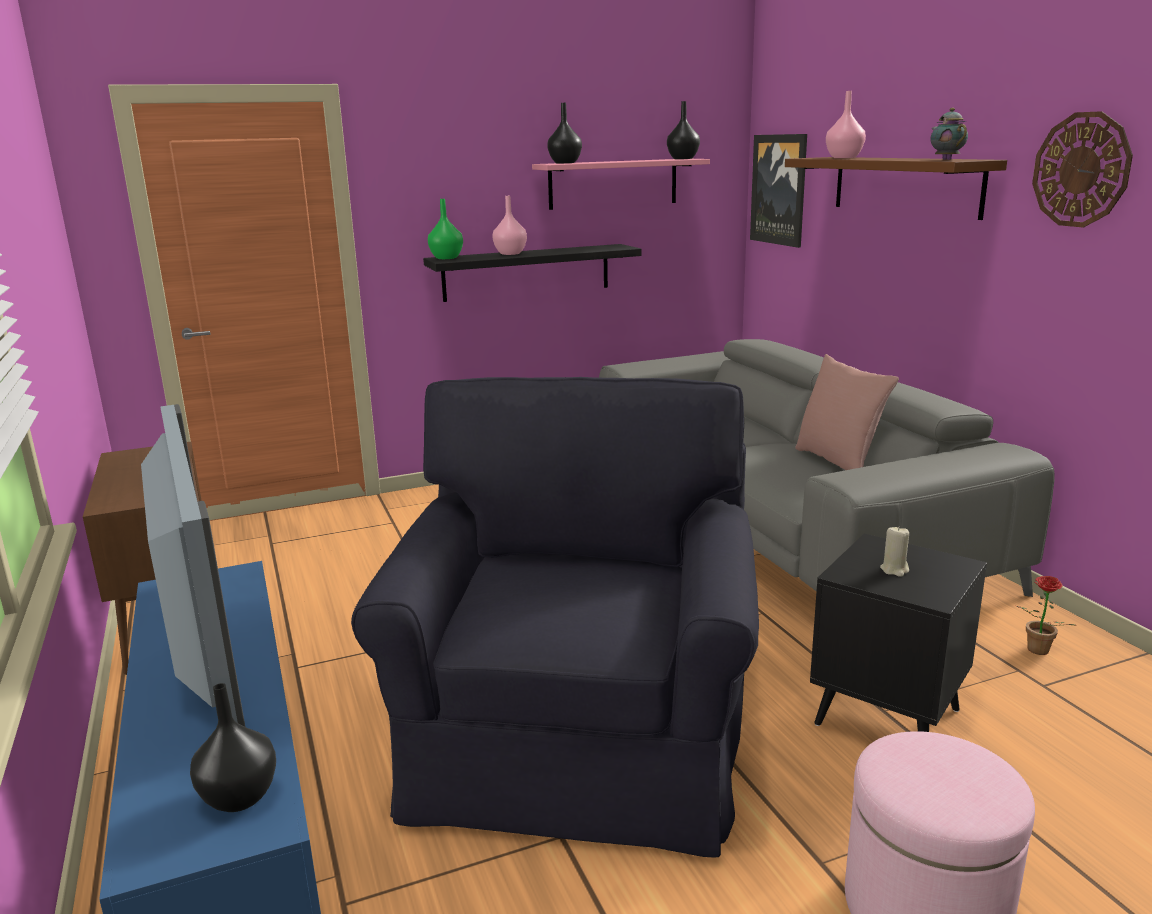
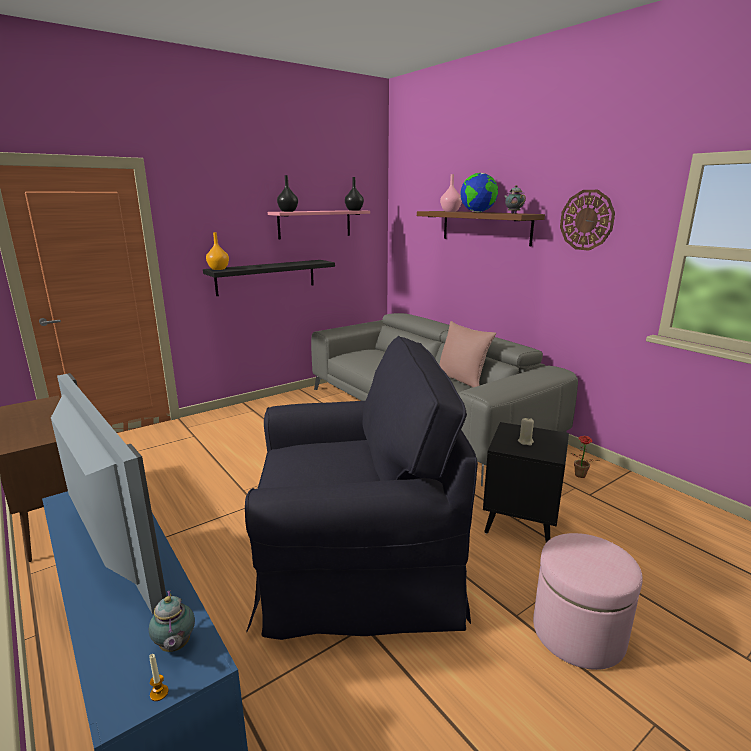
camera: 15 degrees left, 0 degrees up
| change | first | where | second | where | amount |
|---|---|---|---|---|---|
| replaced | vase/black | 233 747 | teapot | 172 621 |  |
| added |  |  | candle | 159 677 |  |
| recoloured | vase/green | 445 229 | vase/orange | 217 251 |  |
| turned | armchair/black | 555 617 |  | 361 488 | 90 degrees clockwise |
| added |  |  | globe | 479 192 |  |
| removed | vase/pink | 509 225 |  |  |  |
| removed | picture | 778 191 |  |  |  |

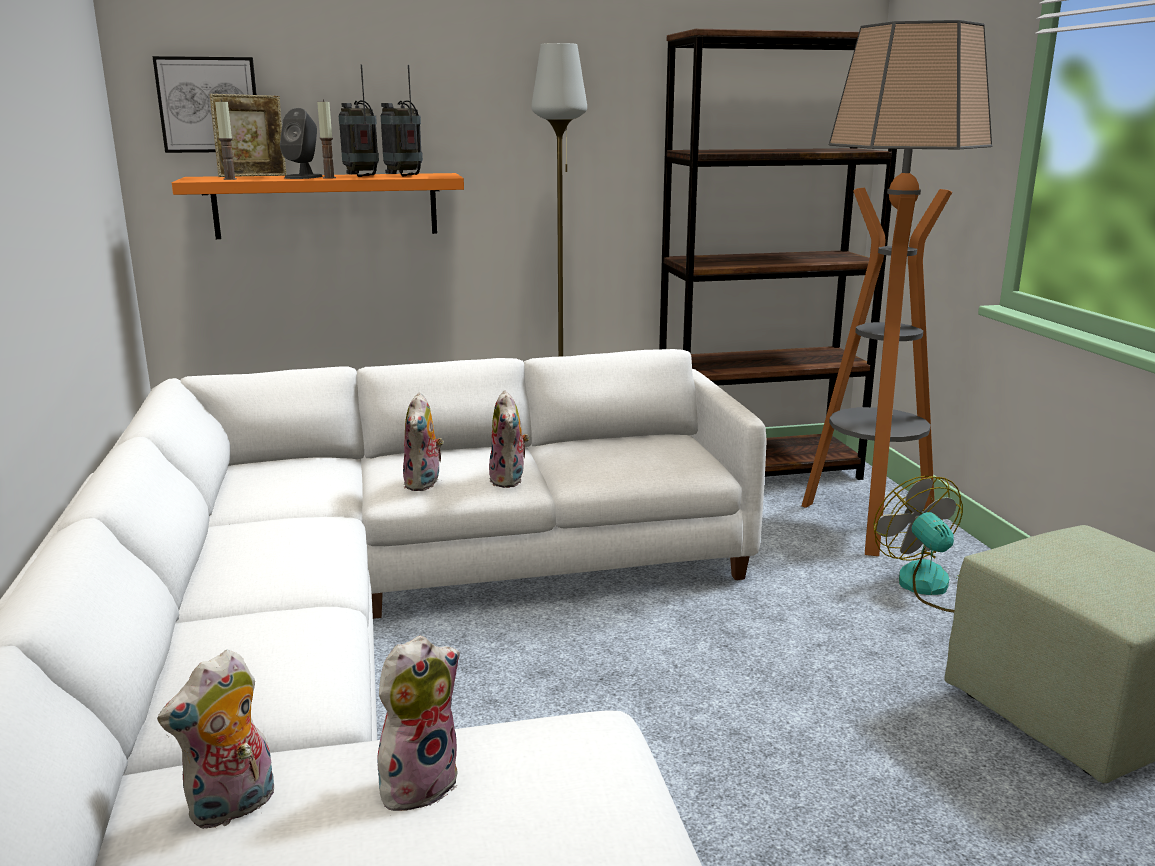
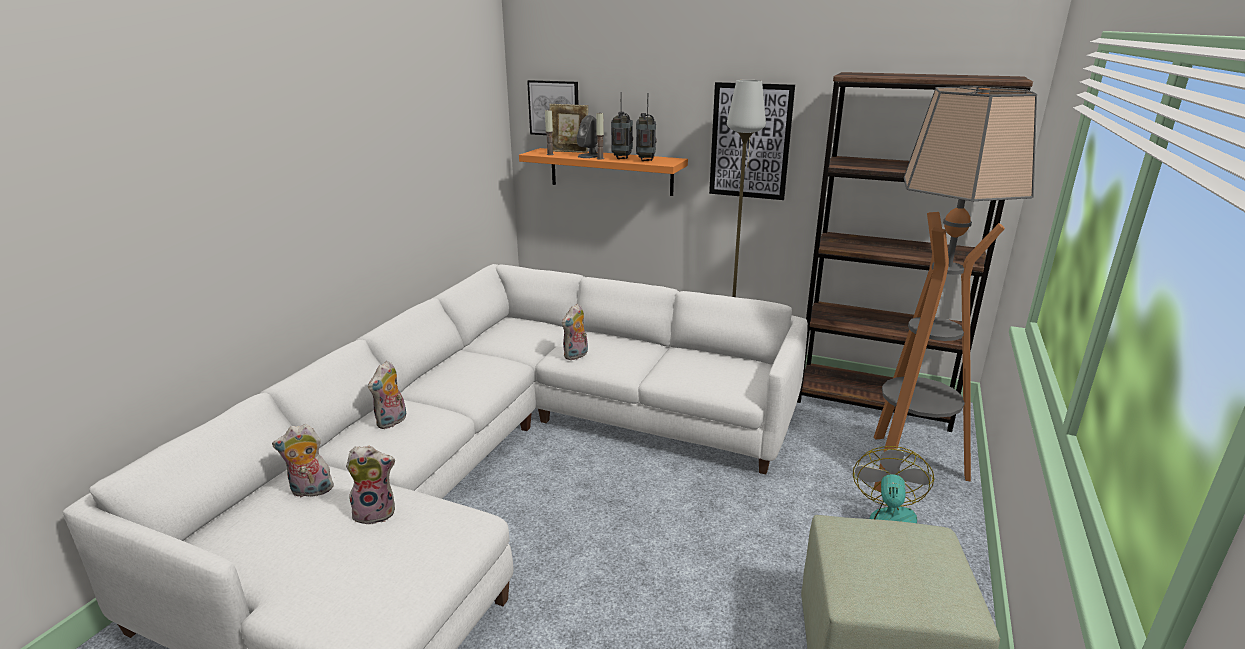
camera: 35 degrees right, 5 degrees up
| change | first | where | second | where | amount |
|---|---|---|---|---|---|
| moved | plush toy | 509 439 |  | 387 395 |  |
| added |  |  | picture | 752 141 |  |

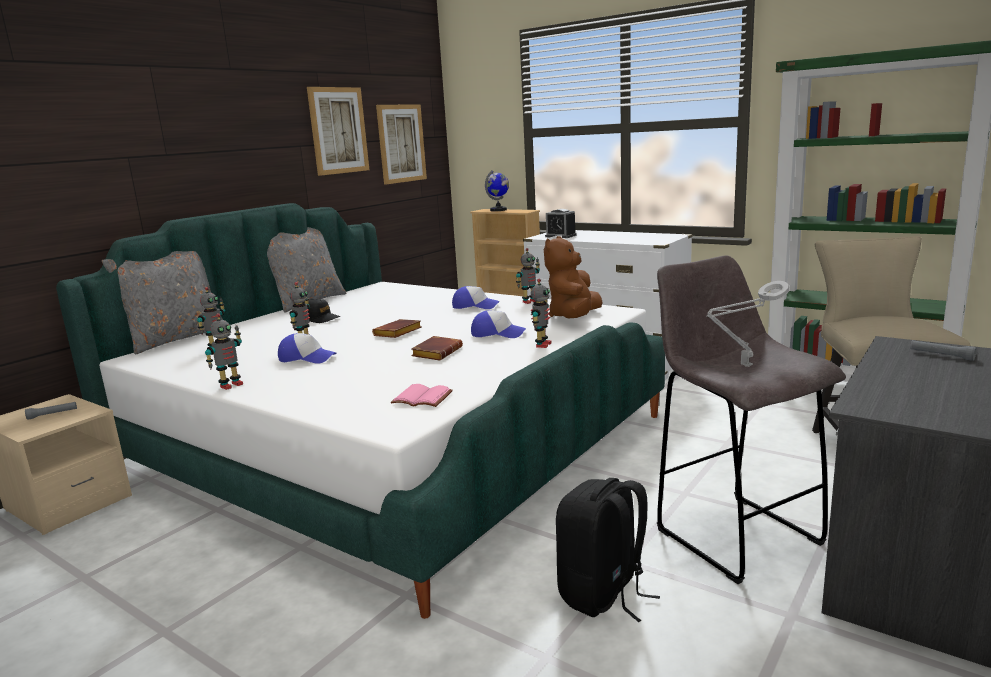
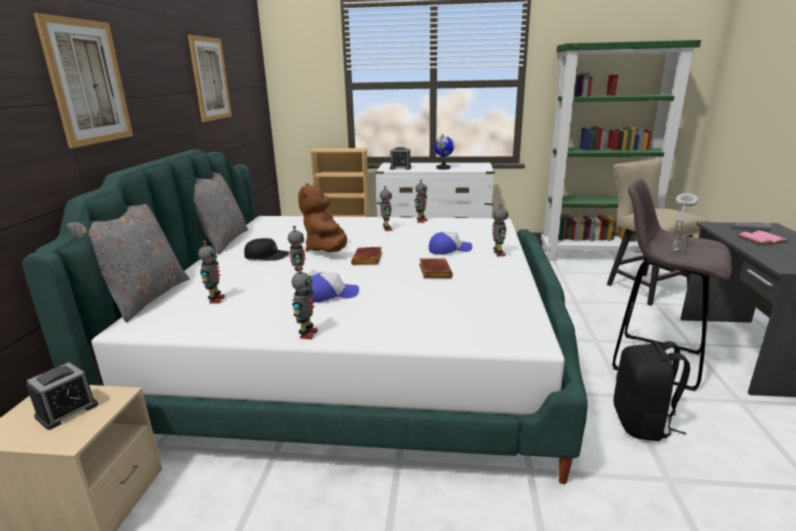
camera: 30 degrees left, 5 degrees up
| change | first | where | second | where | amount |
|---|---|---|---|---|---|
| replaced | flashlight/grey | 51 411 | alarm clock | 62 396 |  |
| moved | picture | 401 144 |  | 83 80 |  |
| moved | plush toy/brown | 573 277 |  | 322 217 |  |
| replaced | cap | 475 297 | toy robot | 386 208 |  |
| moved | globe | 497 190 |  | 444 152 |  |
| moved | book/pink | 421 395 |  | 763 238 |  |

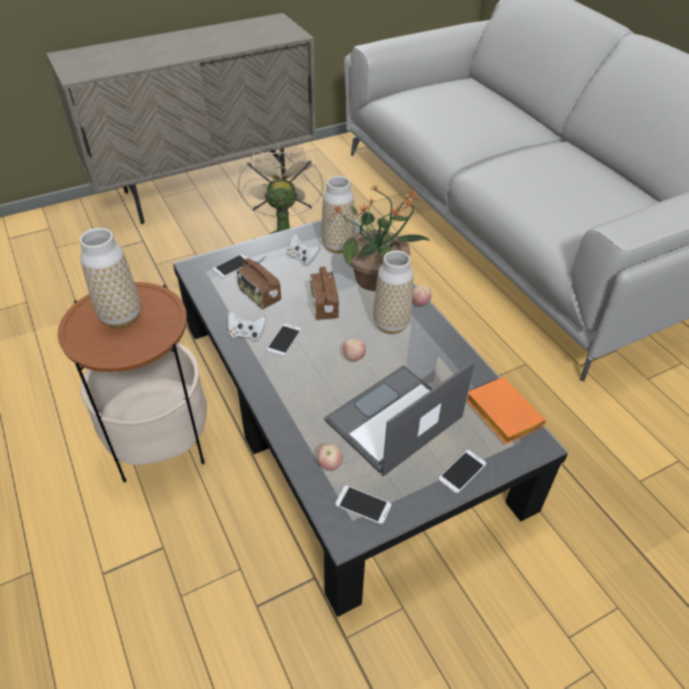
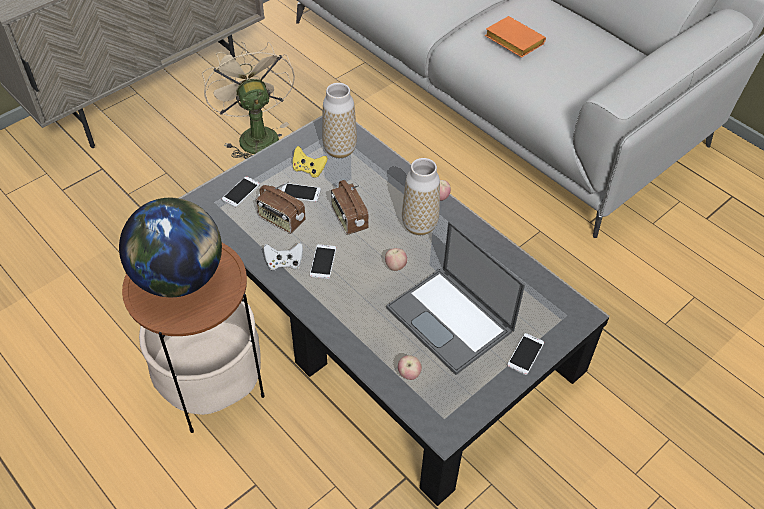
camera: 15 degrees left, 5 degrees up
| change | first | where | second | where | amount |
|---|---|---|---|---|---|
| replaced | vase | 110 278 | globe | 170 247 |  |
| moved | phone | 363 504 |  | 301 192 |  |
| recoloured | game controller/white | 304 250 | game controller/yellow | 310 161 |  |
| turned | laptop | 400 418 |  | 455 298 | 75 degrees counterclockwise |
| moved | book/orange | 506 410 |  | 515 37 |  |
| removed | potted plant | 380 238 |  |  |  |

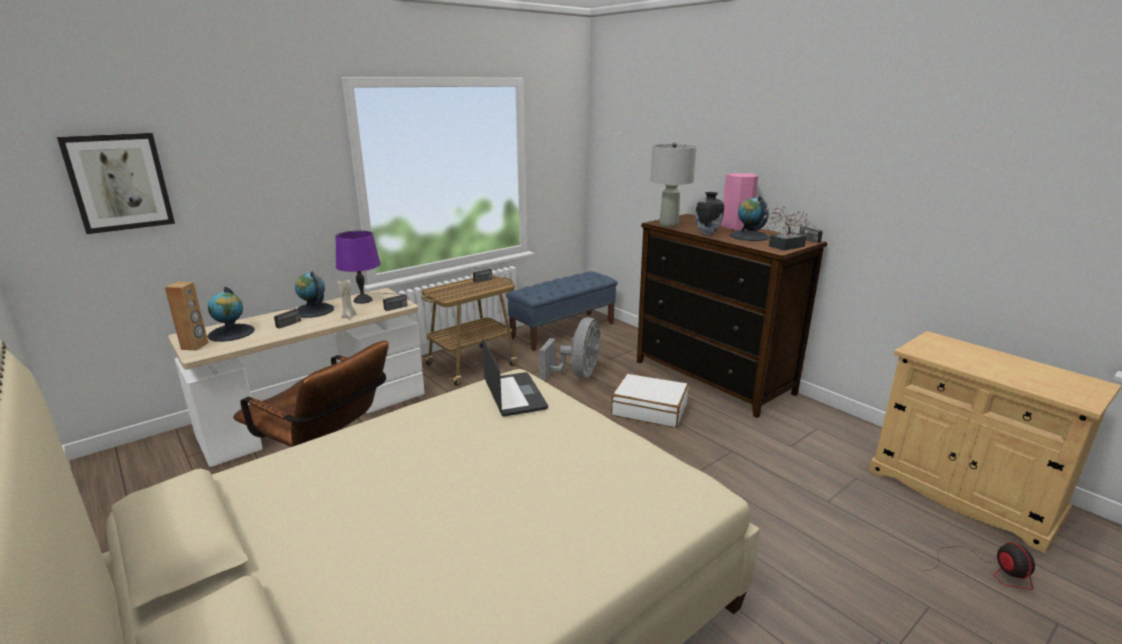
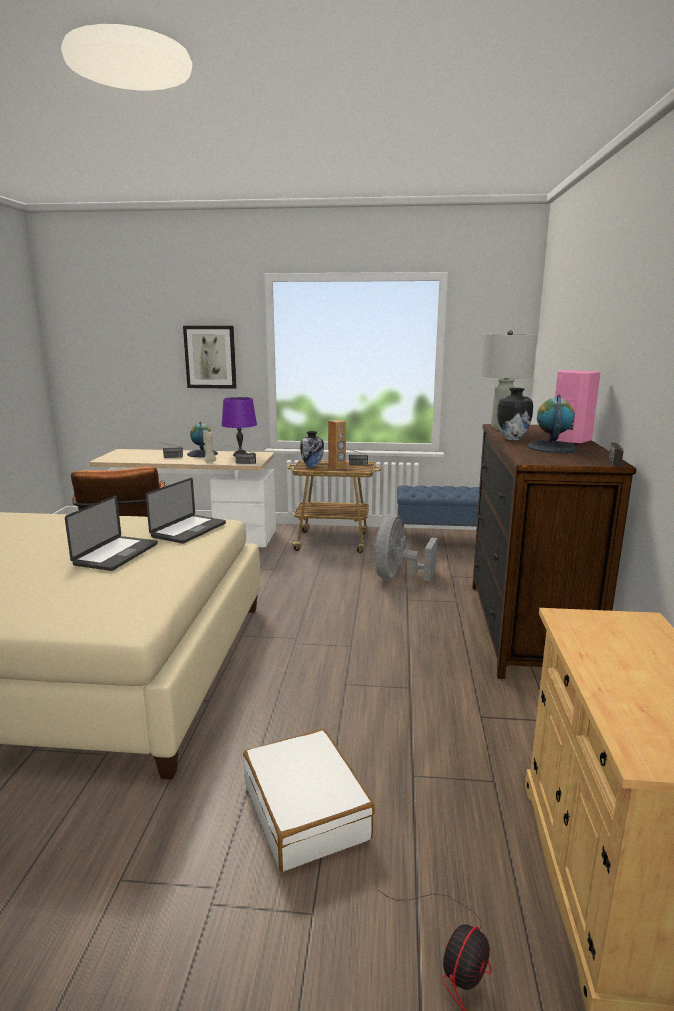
camera: 45 degrees right, 5 degrees down
| change | first | where | second | where | amount |
|---|---|---|---|---|---|
| added |  |  | laptop | 111 533 |  |
| moved | picture | 116 183 |  | 210 357 |  |
| moved | suitcase/white | 650 400 |  | 309 800 |  |
| added |  |  | vase | 312 449 |  |
| moved | speaker/brown | 186 316 |  | 337 444 |  |
| turned | fan/grey | 570 348 |  | 405 547 | 135 degrees clockwise |
| removed | globe | 231 314 |  |  |  |
| removed | potted plant | 786 228 |  |  |  |

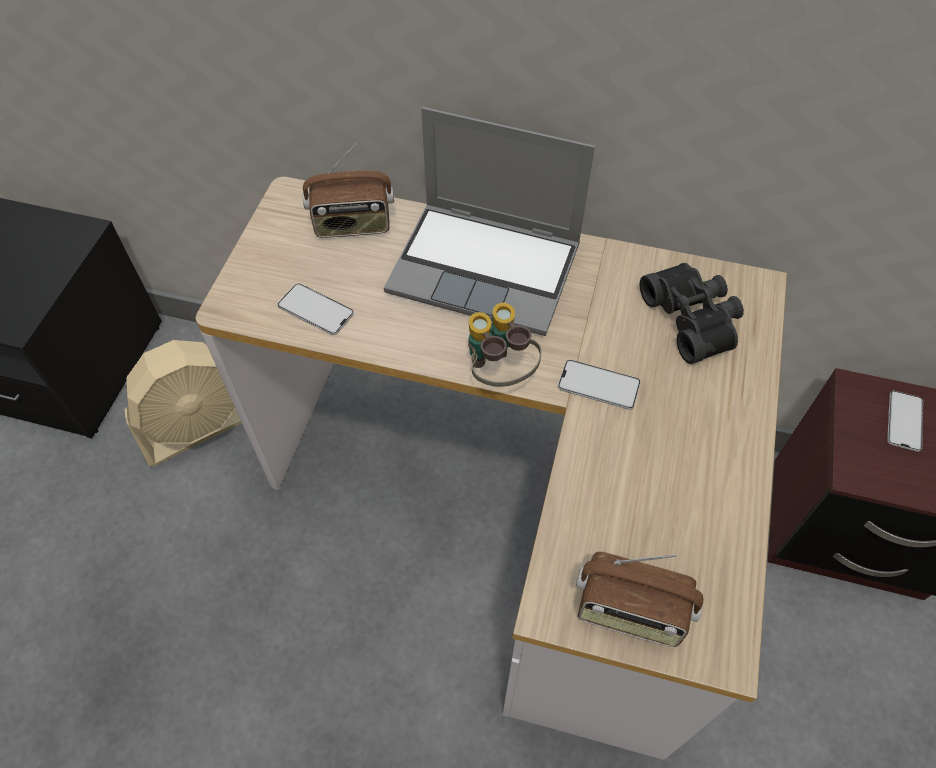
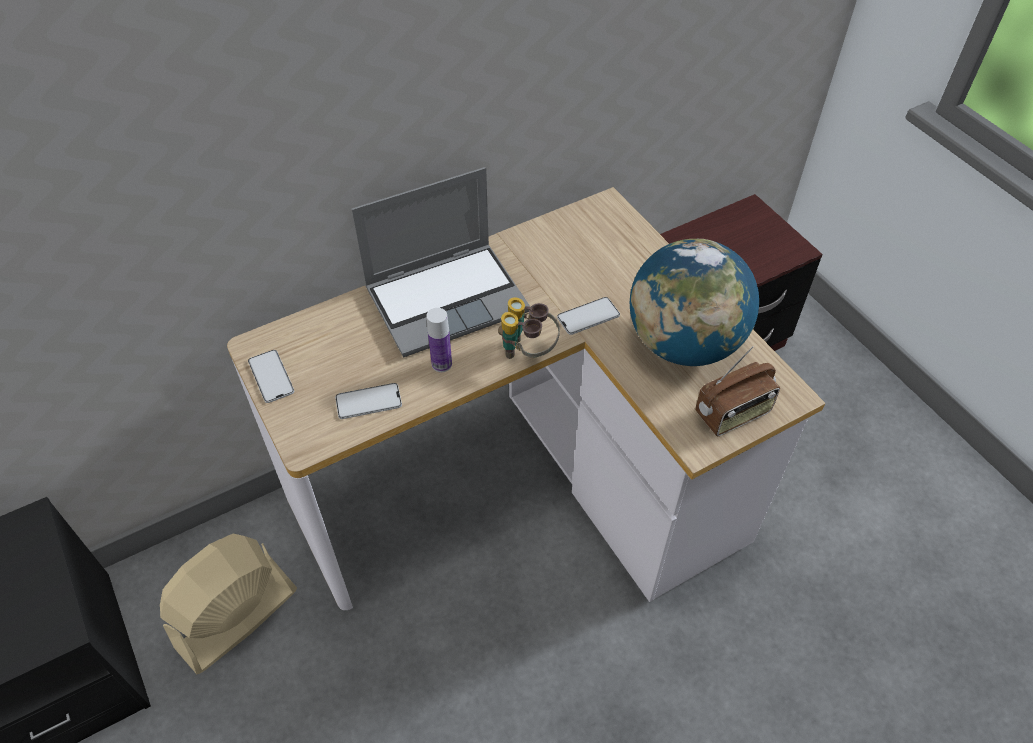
camera: 45 degrees left, 5 degrees down
| change | first | where | second | where | amount |
|---|---|---|---|---|---|
| turned | fan/beige | 183 403 |  | 228 604 | 150 degrees counterclockwise |
| moved | phone | 905 421 |  | 271 376 |  |
| added |  |  | bottle | 439 340 |  |
| added |  |  | globe | 694 302 |  |
| removed | radio | 348 190 |  |  |  |
| removed | binoculars/black | 692 313 |  |  |  |

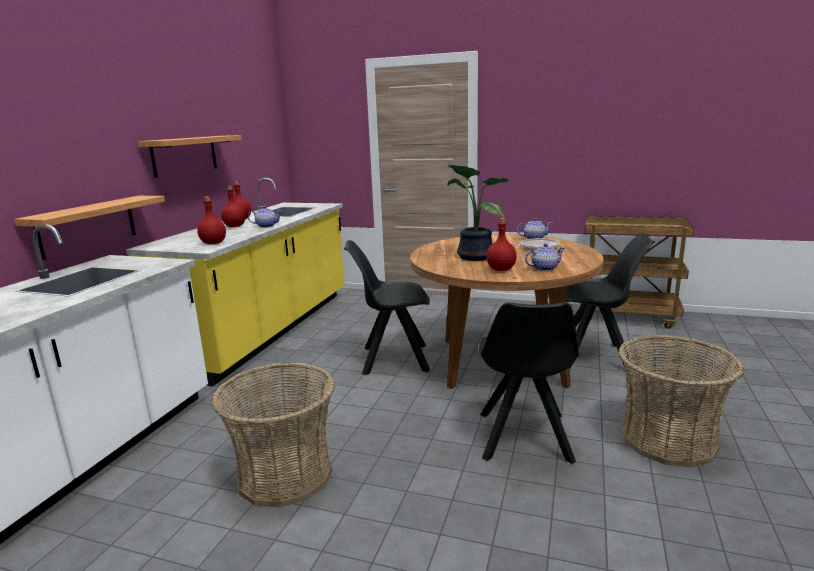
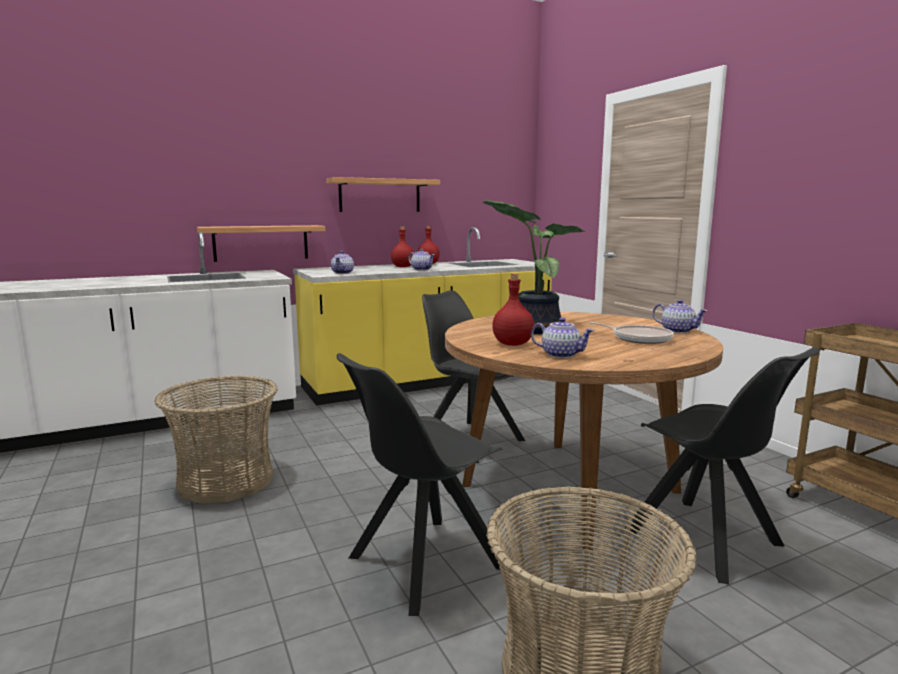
camera: 45 degrees right, 5 degrees down
| change | first | where | second | where | amount |
|---|---|---|---|---|---|
| replaced | bottle/red | 211 220 | teapot | 342 262 |  |

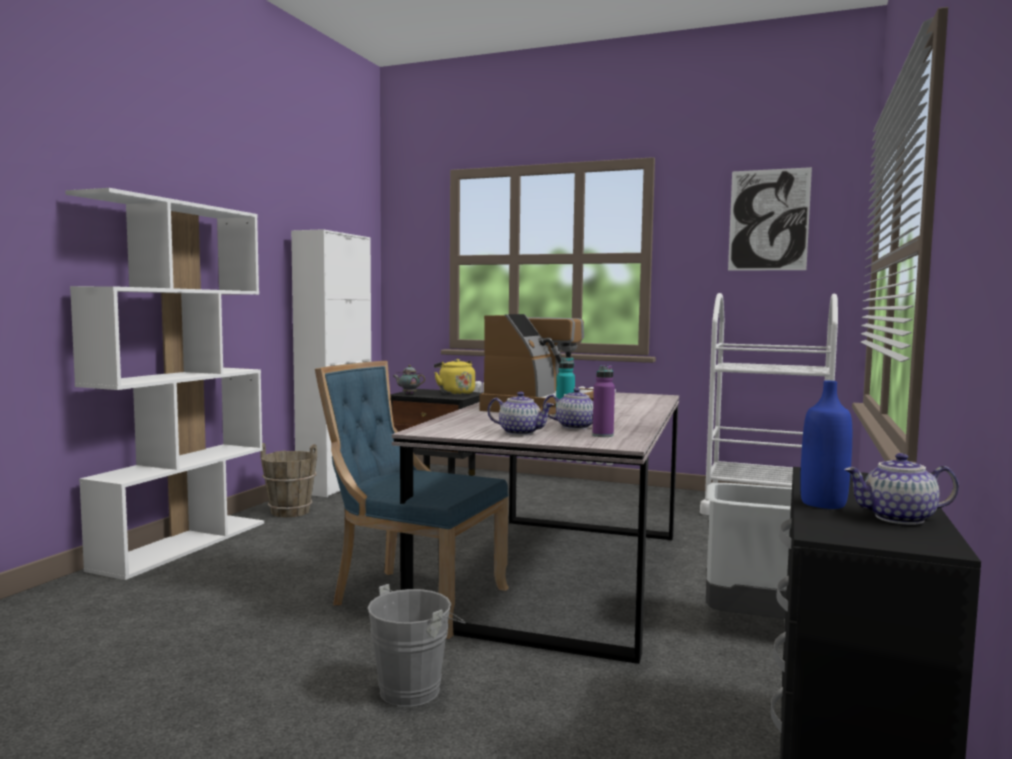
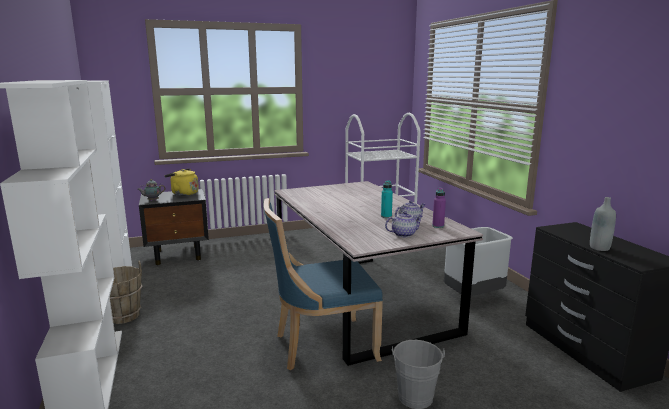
camera: 40 degrees left, 10 degrees up
| change | first | where | second | where | amount |
|---|---|---|---|---|---|
| recoloured | bottle/blue | 826 445 | bottle/grey | 603 224 |  |
| removed | coffee machine | 536 364 |  |  |  |
| removed | picture | 770 219 |  |  |  |
| removed | teapot | 901 489 |  |  |  |

